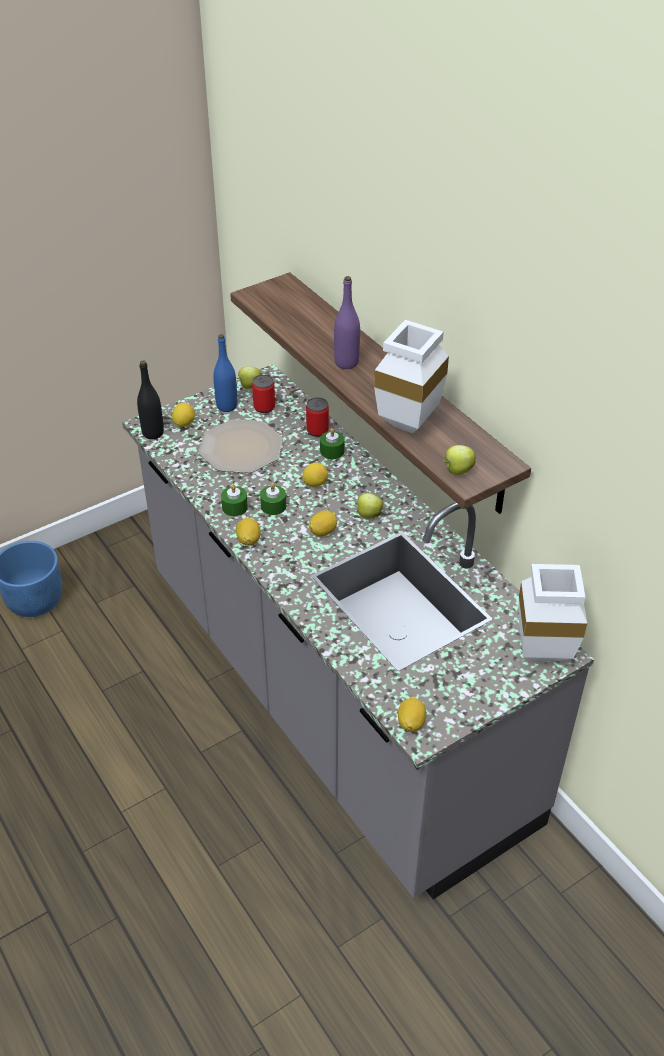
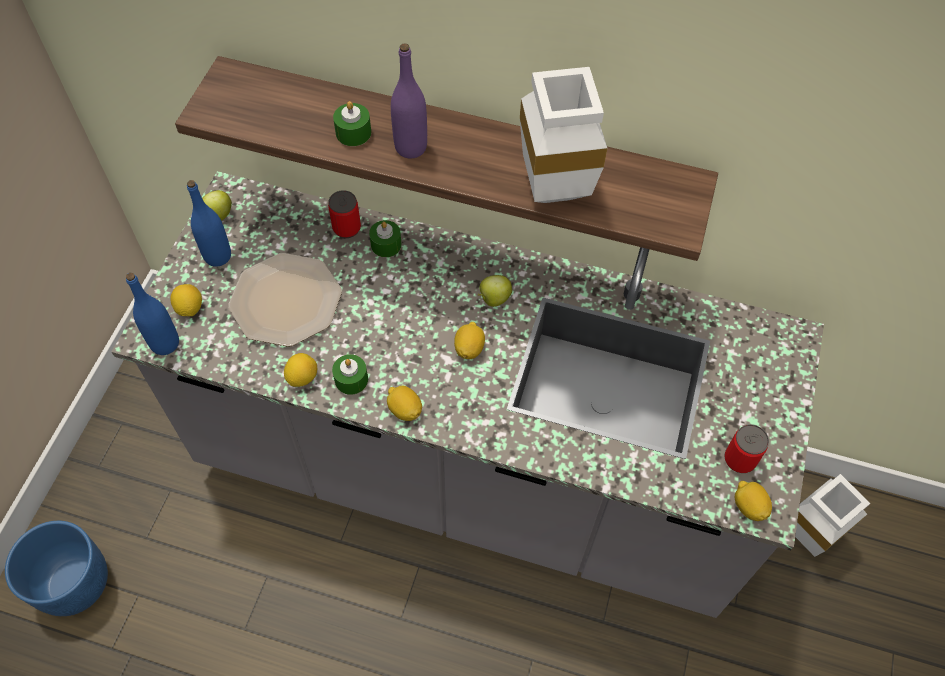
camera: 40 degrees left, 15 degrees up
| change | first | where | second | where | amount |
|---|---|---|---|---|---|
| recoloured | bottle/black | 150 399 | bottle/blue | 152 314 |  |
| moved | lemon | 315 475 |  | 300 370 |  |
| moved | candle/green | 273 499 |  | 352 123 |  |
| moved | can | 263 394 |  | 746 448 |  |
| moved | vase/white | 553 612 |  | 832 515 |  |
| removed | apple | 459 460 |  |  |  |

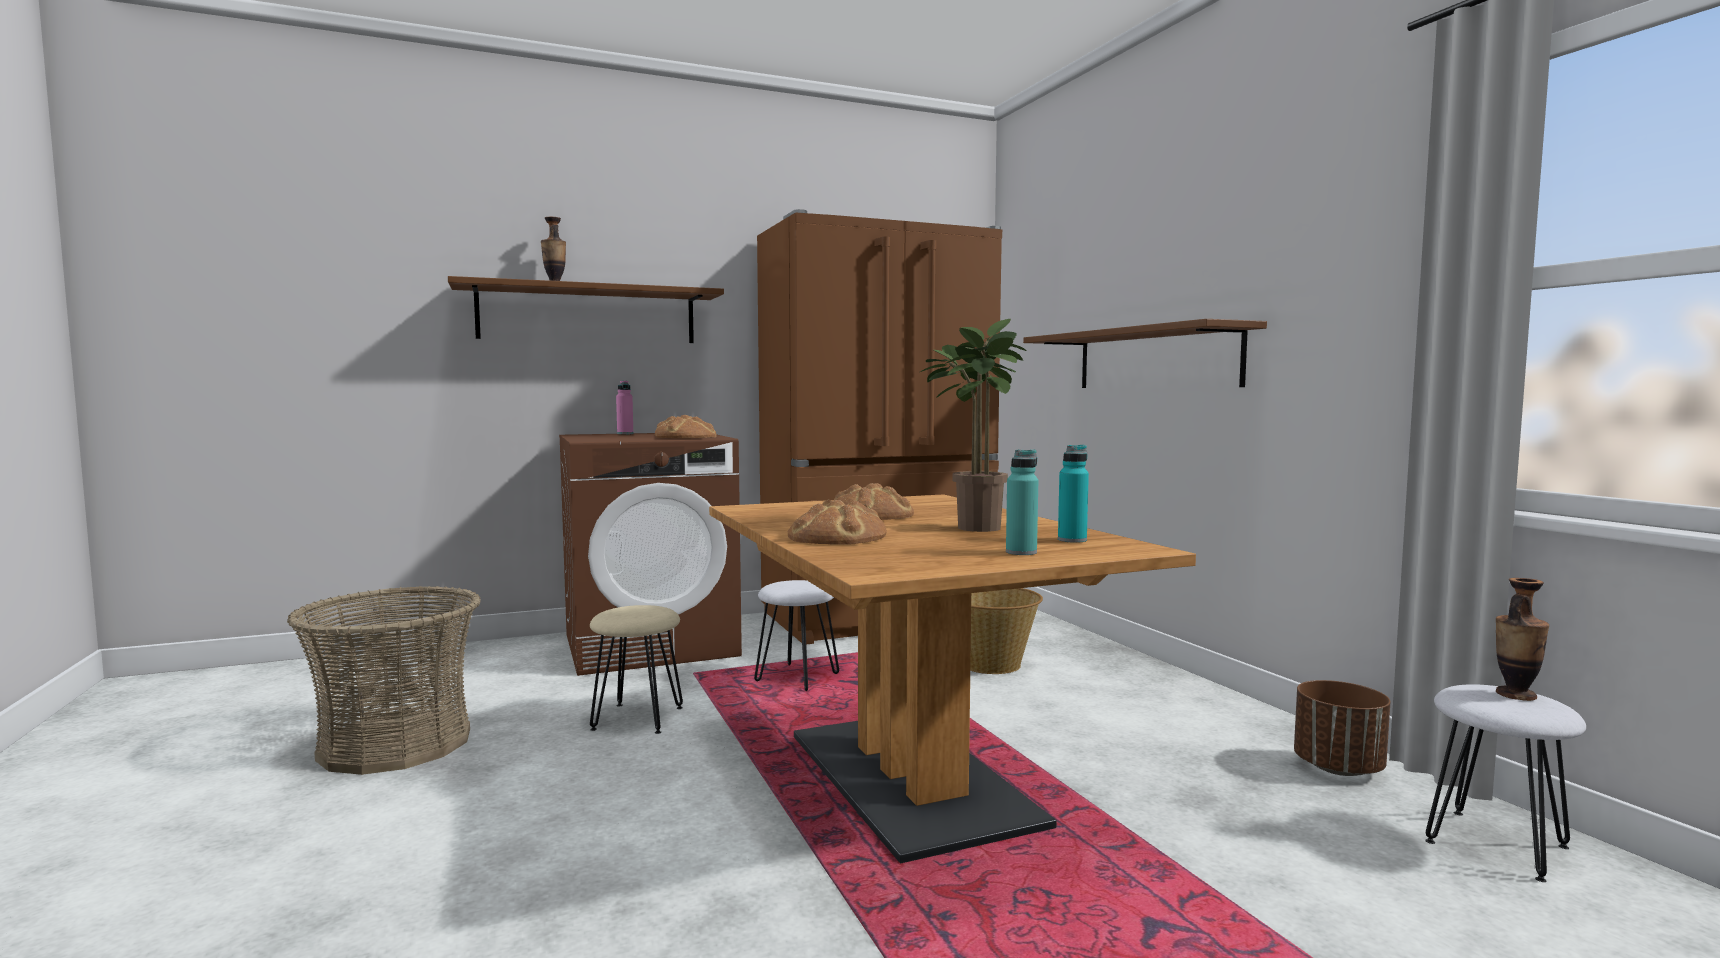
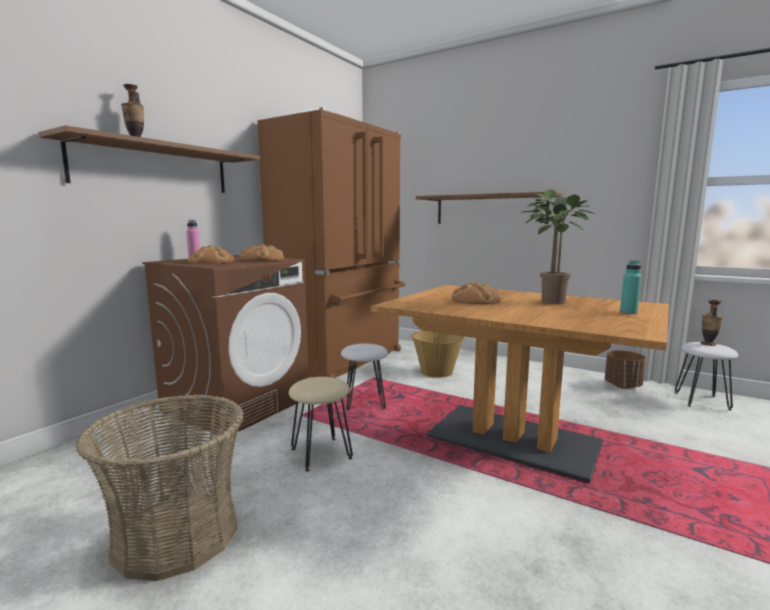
camera: 35 degrees left, 5 degrees up
| change | first | where | second | where | amount |
|---|---|---|---|---|---|
| moved | bread | 837 522 |  | 211 254 |  |
| removed | bottle/turquoise | 1073 494 |  |  |  |

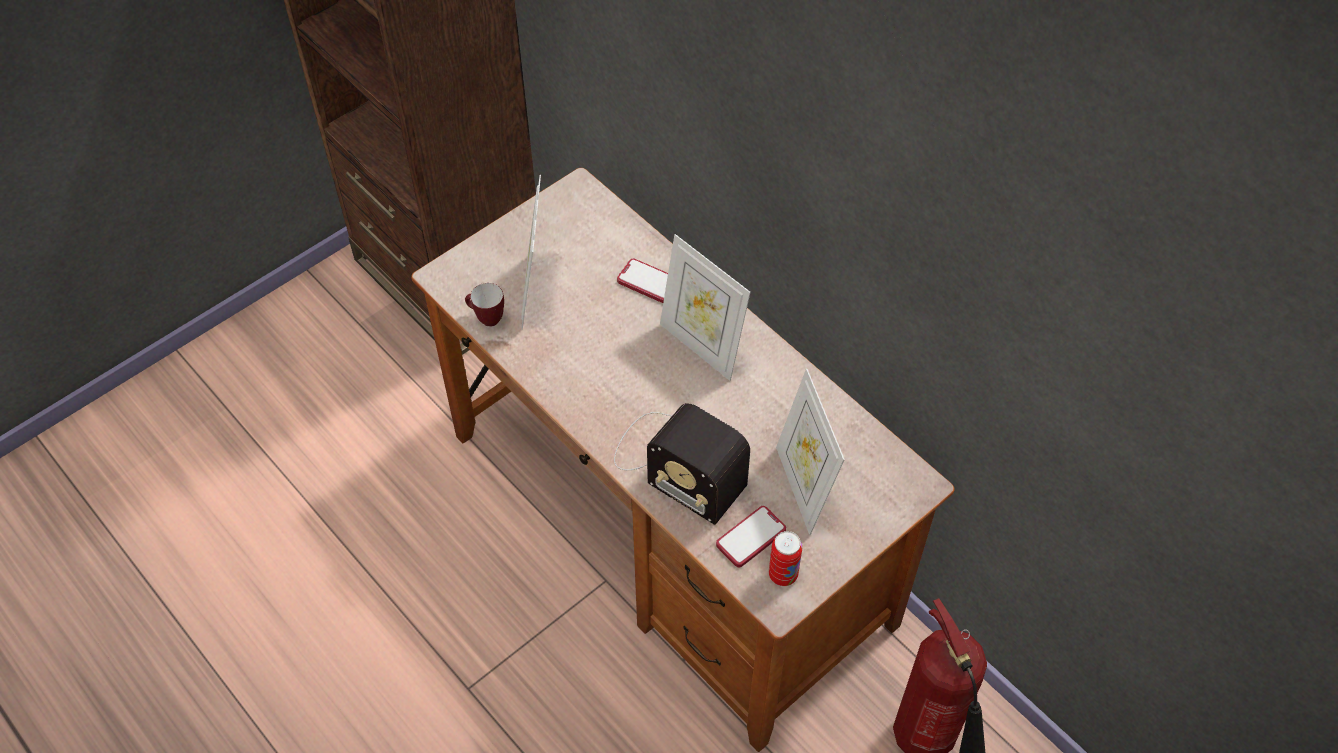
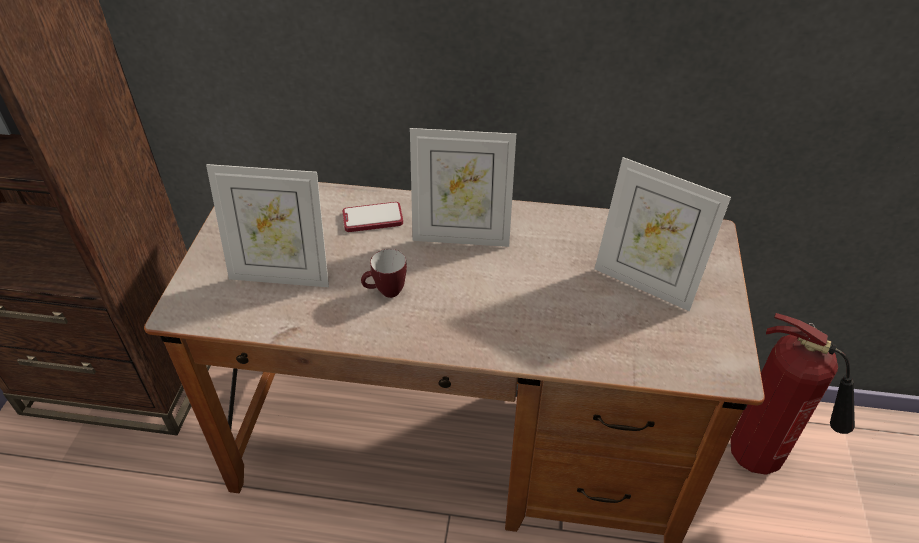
camera: 40 degrees left, 10 degrees down
| change | first | where | second | where | amount |
|---|---|---|---|---|---|
| turned | picture frame | 531 252 |  | 267 225 | 45 degrees counterclockwise |
| moved | mug | 484 305 |  | 384 273 |  |
| removed | radio | 682 464 |  |  |  |
| removed | phone | 751 537 |  |  |  |
| removed | can | 785 558 |  |  |  |

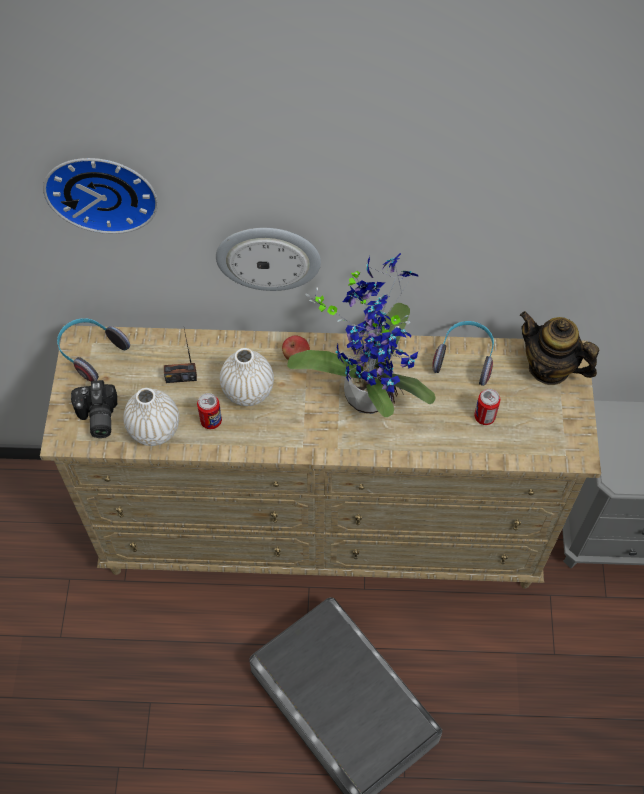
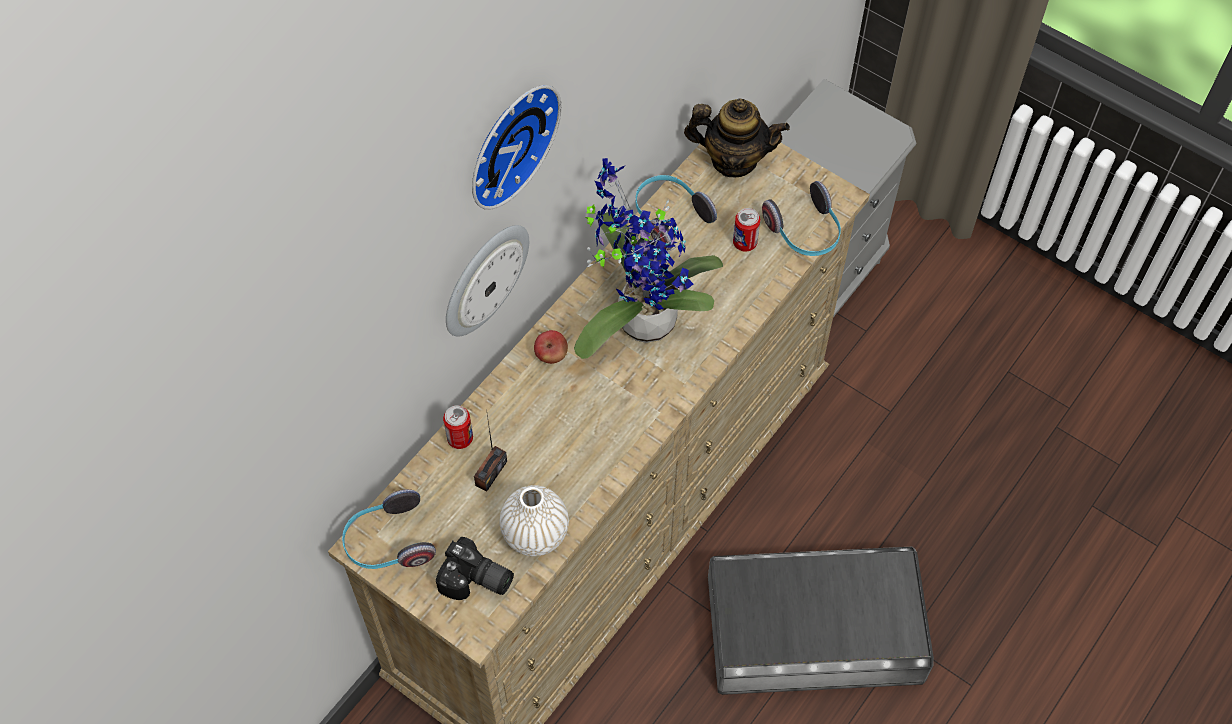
camera: 55 degrees left, 0 degrees up
| change | first | where | second | where | amount |
|---|---|---|---|---|---|
| moved | can | 209 411 |  | 458 427 |  |
| moved | wall clock | 100 196 |  | 517 147 |  |
| turned | teapot | 559 348 |  | 737 137 | 150 degrees counterclockwise |
| added |  |  | headphones | 801 218 |  |
| removed | vase/white | 247 377 |  |  |  |

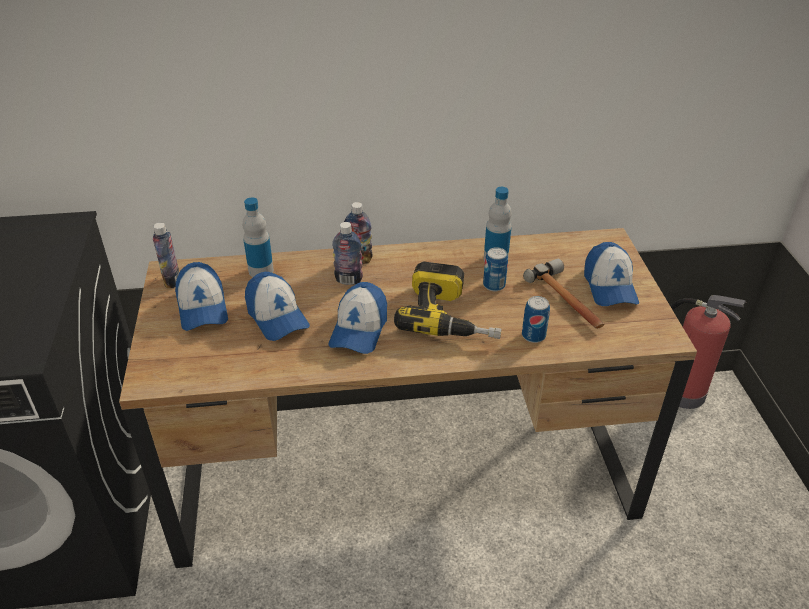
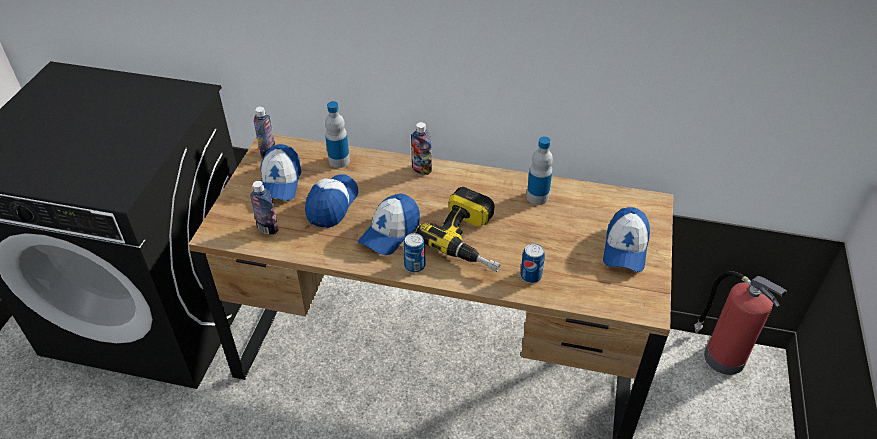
camera: 20 degrees right, 5 degrees up
| change | first | where | second | where | amount |
|---|---|---|---|---|---|
| moved | bottle | 347 253 |  | 264 208 |  |
| turned | cap | 277 306 |  | 331 201 | 150 degrees counterclockwise |
| moved | can | 495 269 |  | 414 253 |  |
| removed | hammer | 564 294 |  |  |  |

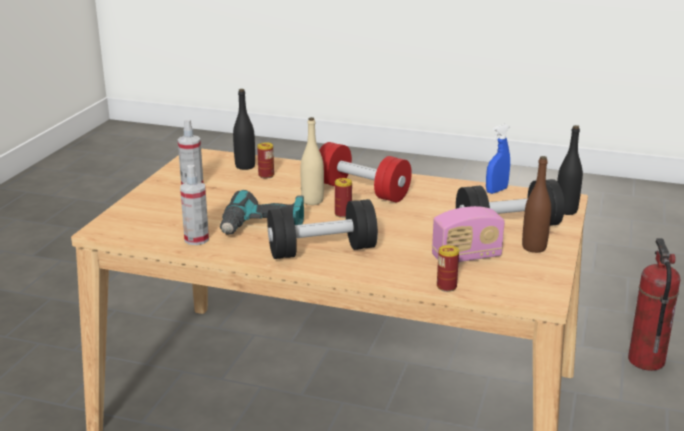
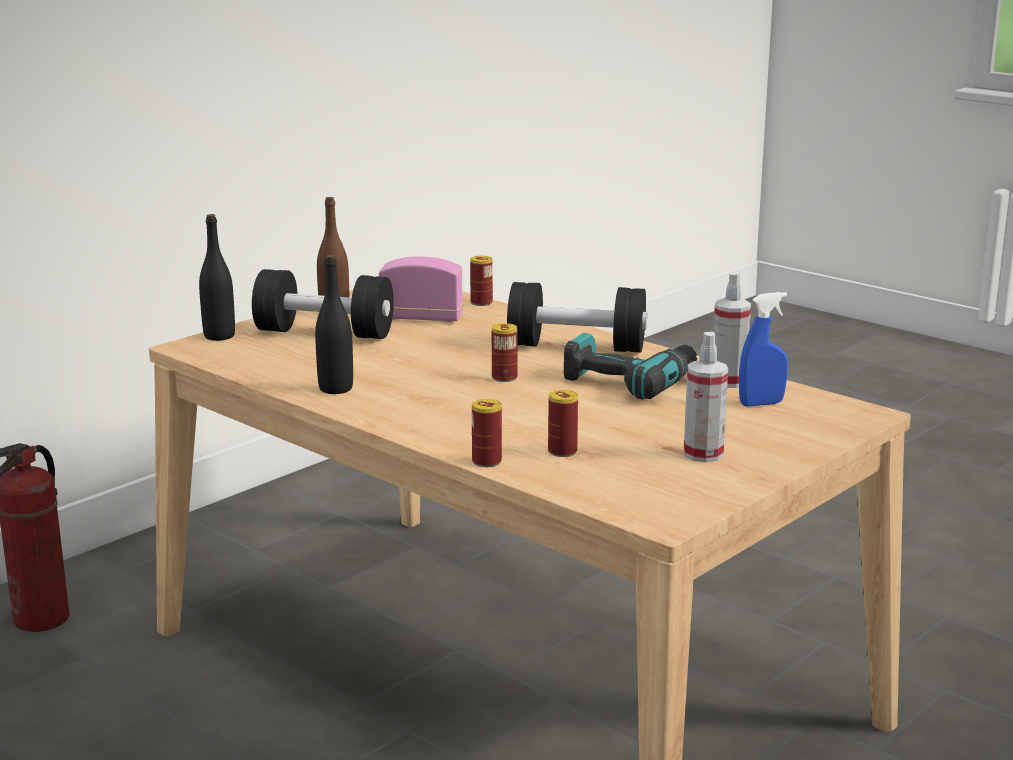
camera: 155 degrees left, 5 degrees down
| change | first | where | second | where | amount |
|---|---|---|---|---|---|
| moved | bottle/black | 244 129 |  | 334 324 |  |
| added |  |  | can | 487 433 |  |
| moved | spray bottle/blue | 498 159 |  | 763 349 |  |
| removed | bottle/beige | 312 161 |  |  |  |
| removed | dumbbell/red | 365 172 |  |  |  |

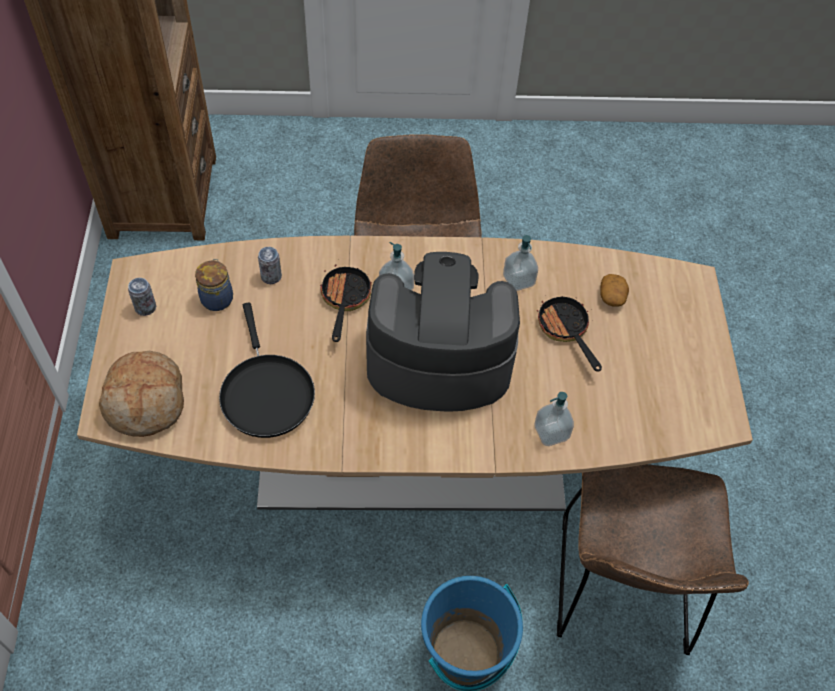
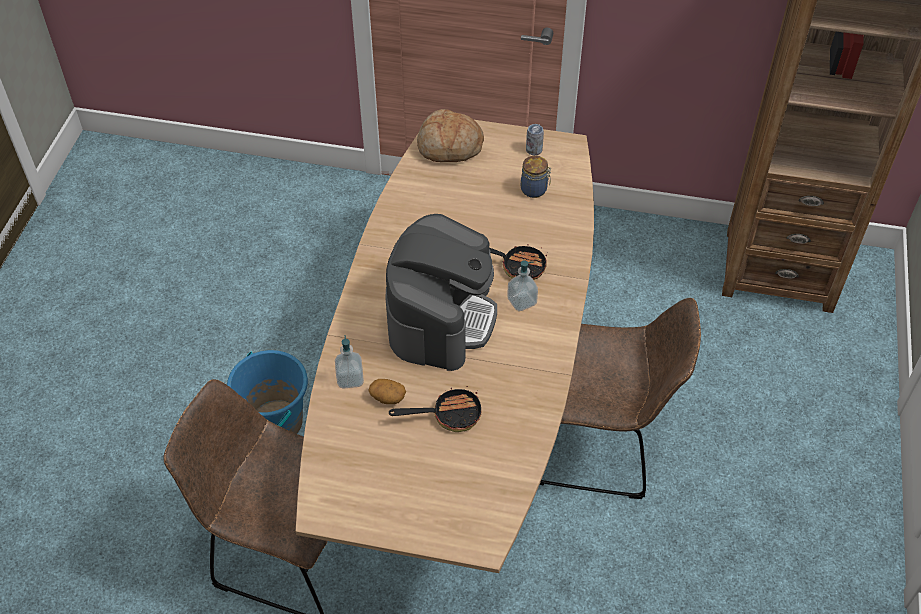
camera: 105 degrees right, 5 degrees down
| change | first | where | second | where | amount |
|---|---|---|---|---|---|
| moved | potato | 614 290 |  | 387 391 |  |
| removed | frying pan/black | 267 370 |  |  |  |
| removed | can | 270 265 |  |  |  |
| removed | soap dispenser | 520 263 |  |  |  |

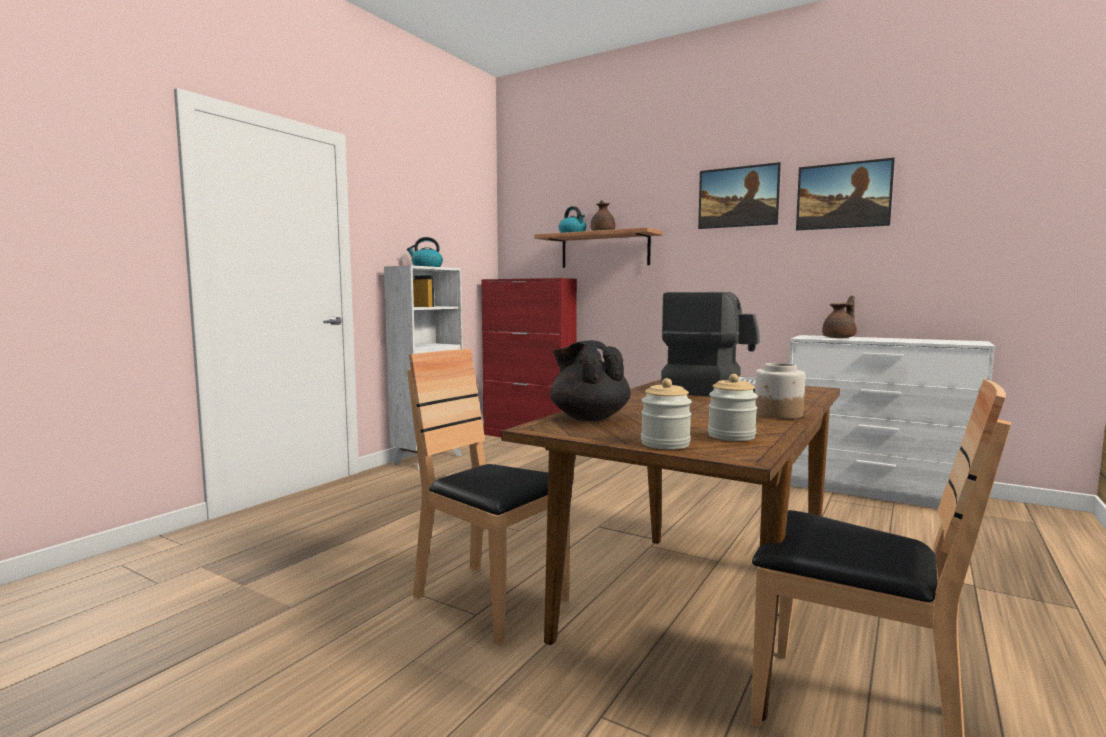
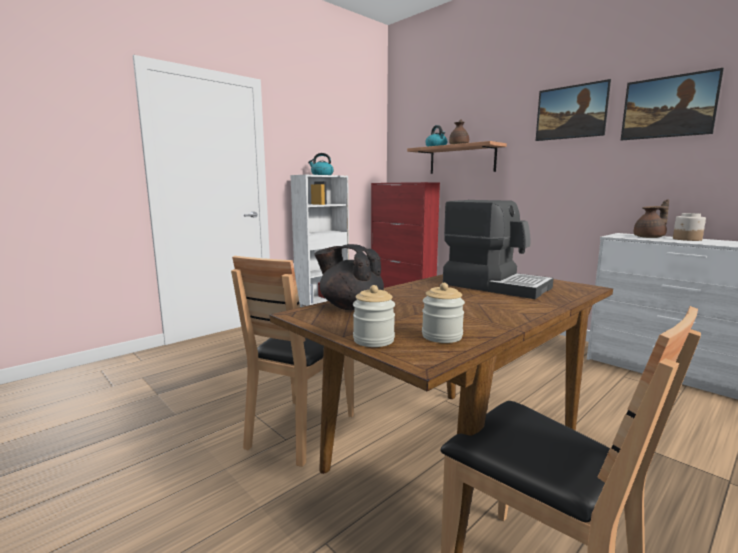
camera: 15 degrees right, 5 degrees up
| change | first | where | second | where | amount |
|---|---|---|---|---|---|
| turned | chair/brown | 488 497 |  | 292 361 | 120 degrees counterclockwise |
| turned | teapot/black | 590 380 |  | 349 277 | 45 degrees counterclockwise |
| moved | jar | 780 391 |  | 689 227 |  |

